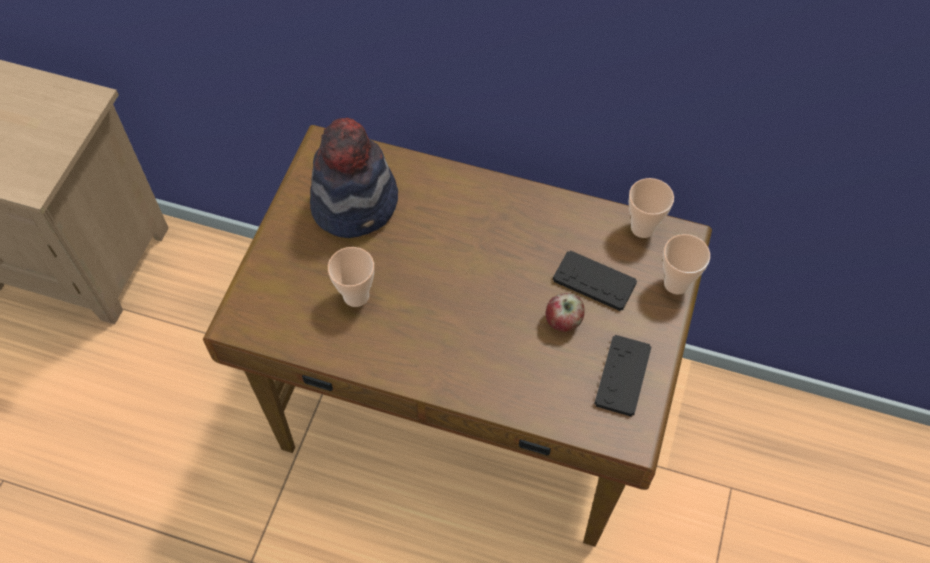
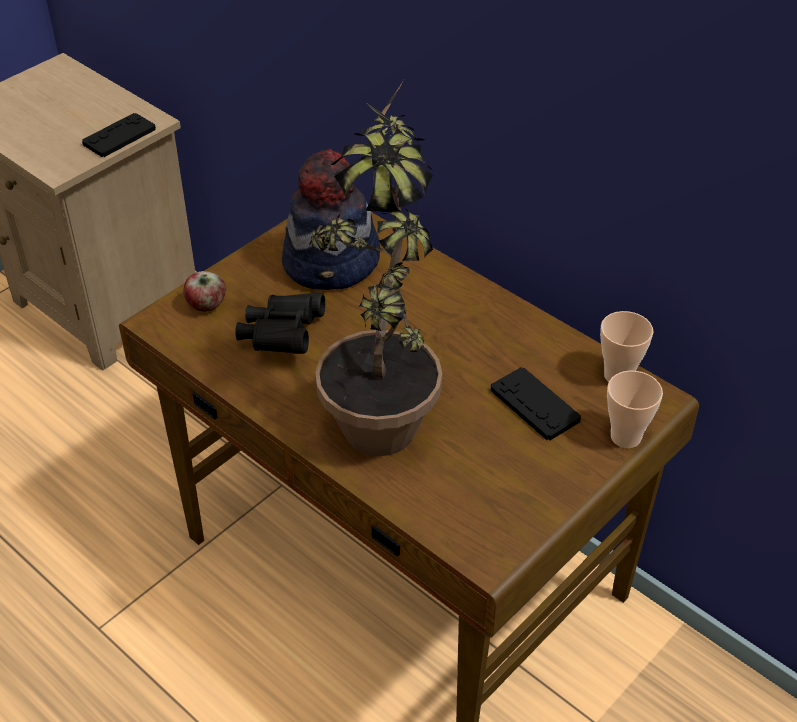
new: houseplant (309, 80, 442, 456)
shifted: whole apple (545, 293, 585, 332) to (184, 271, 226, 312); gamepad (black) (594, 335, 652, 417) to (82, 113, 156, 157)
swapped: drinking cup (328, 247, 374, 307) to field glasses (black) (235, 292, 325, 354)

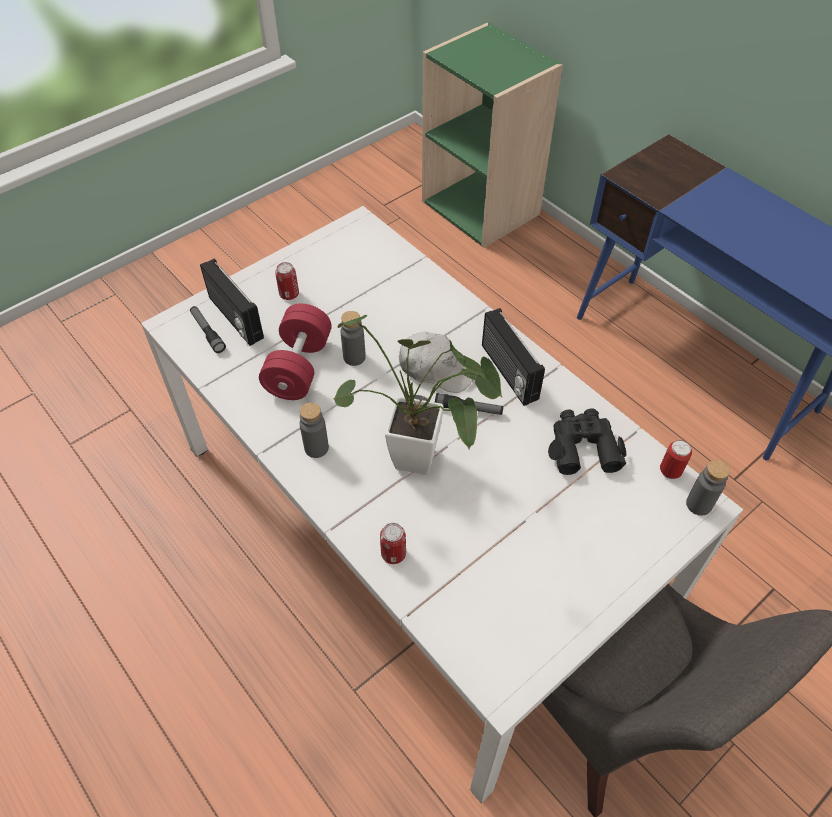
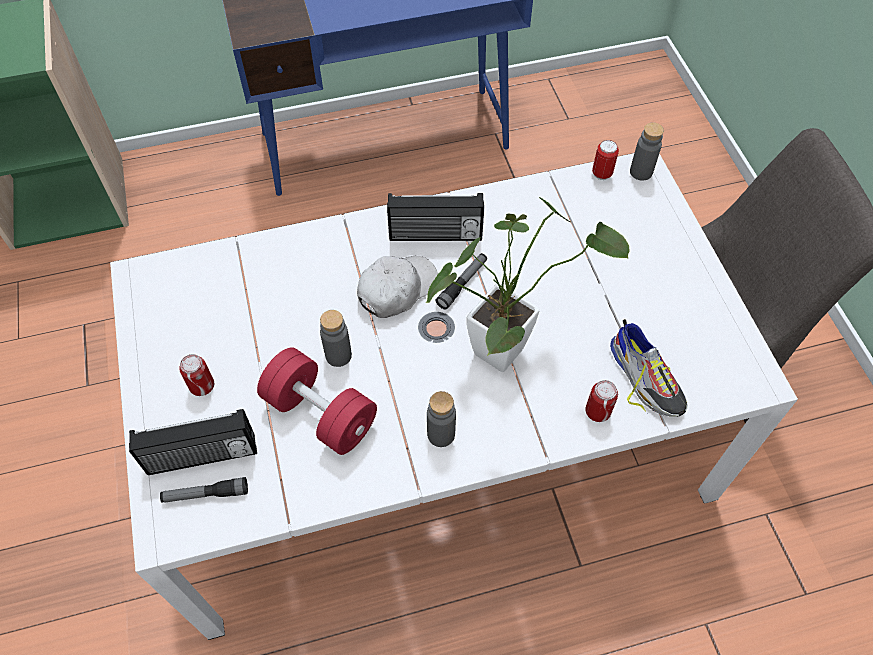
gone: field glasses (black) (548, 408, 626, 475)
new: shoe (610, 319, 688, 417)

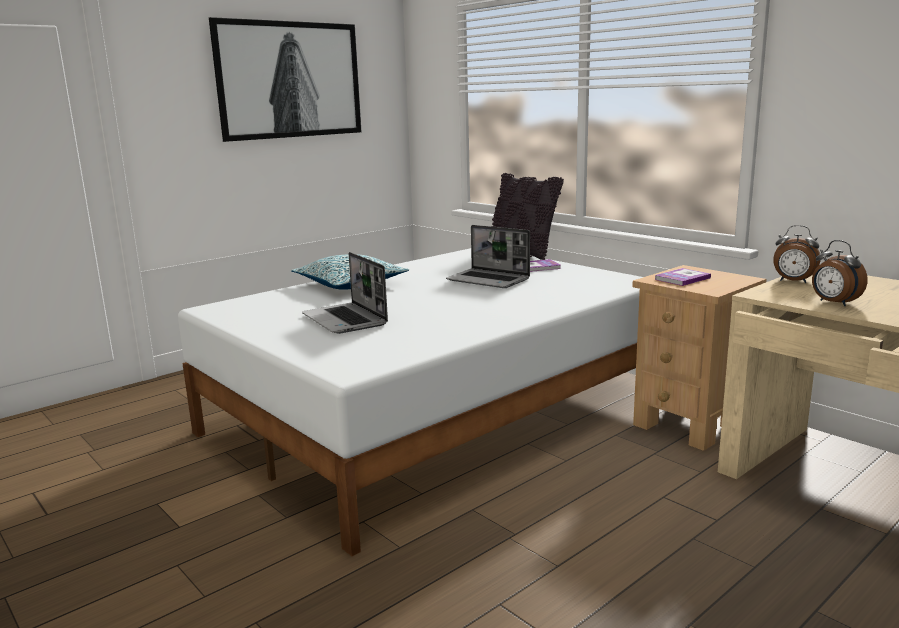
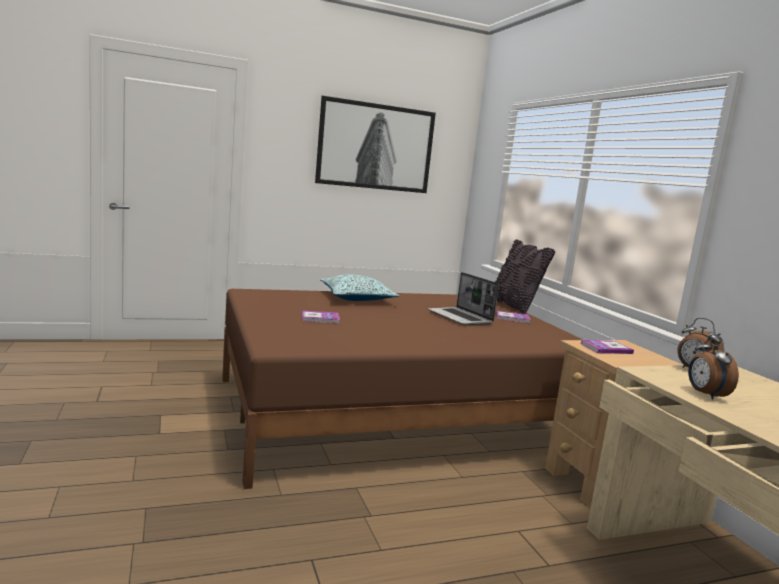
swapped: laptop (302, 252, 388, 334) to bound book (302, 310, 340, 323)
repainted: sleeping bed (white-coloured) (178, 248, 643, 556) to sleeping bed (brown-coloured) (222, 289, 583, 489)

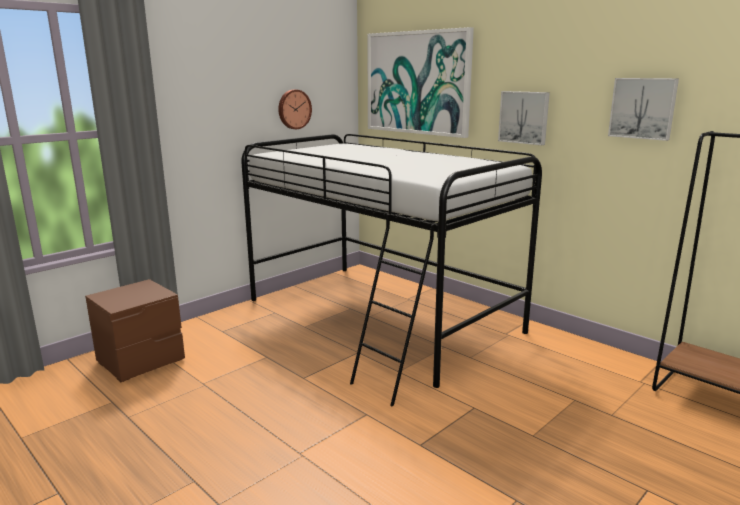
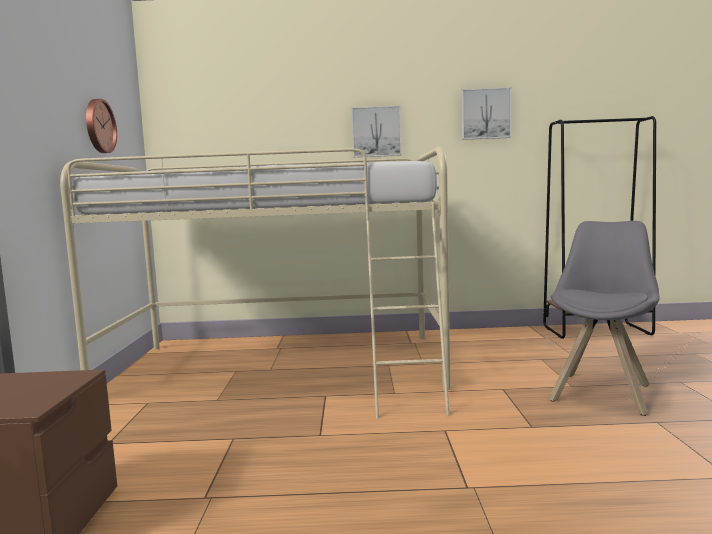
gone: wall art (367, 27, 474, 138)
new: upright chair (gray) (549, 221, 659, 416)
repainted: sleeping bed (black) (241, 134, 542, 406) to sleeping bed (beige) (60, 147, 450, 419)

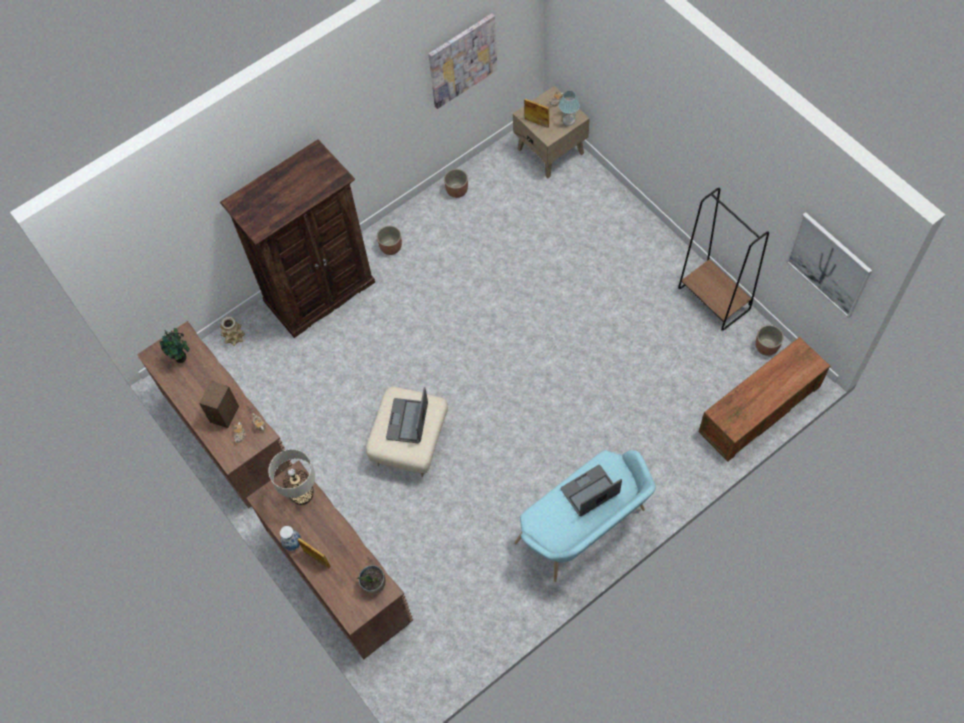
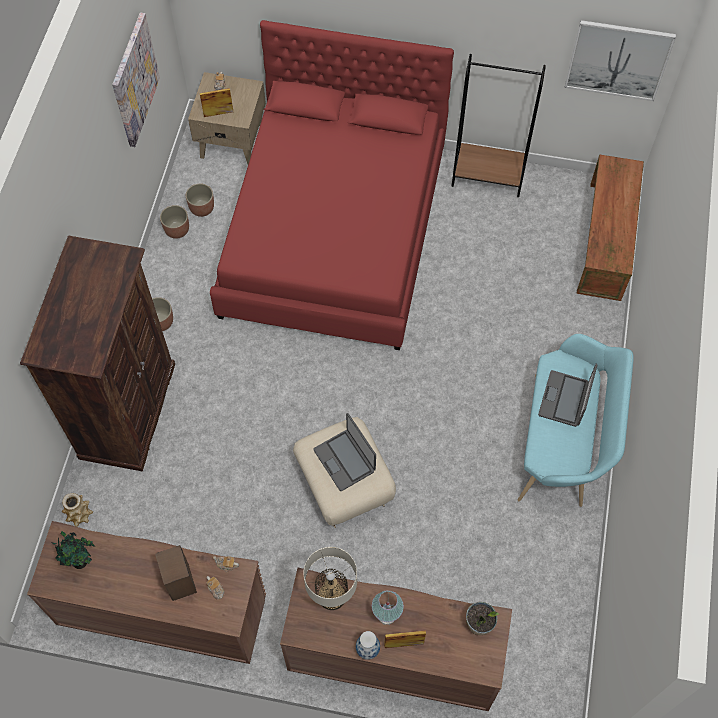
new: sleeping bed (red) (210, 20, 454, 350)
shifted: tabletop lamp (559, 91, 580, 126) to (372, 591, 404, 625); plant pot (756, 325, 784, 356) to (186, 184, 214, 217)

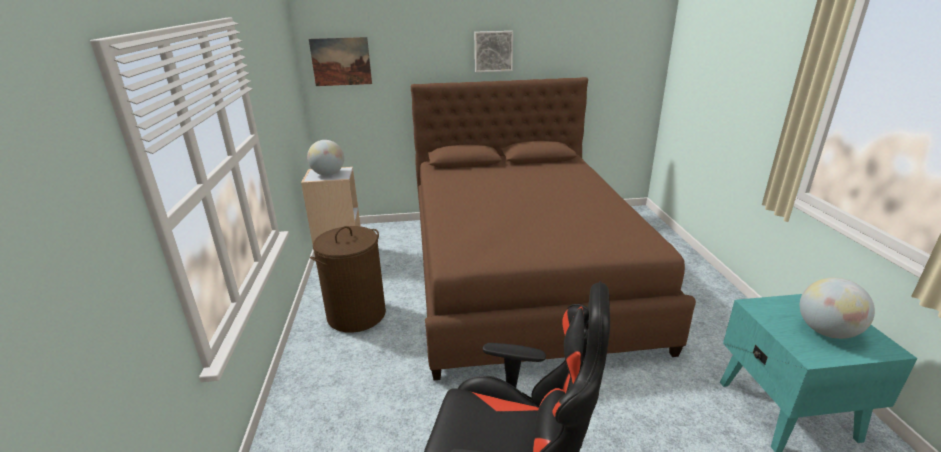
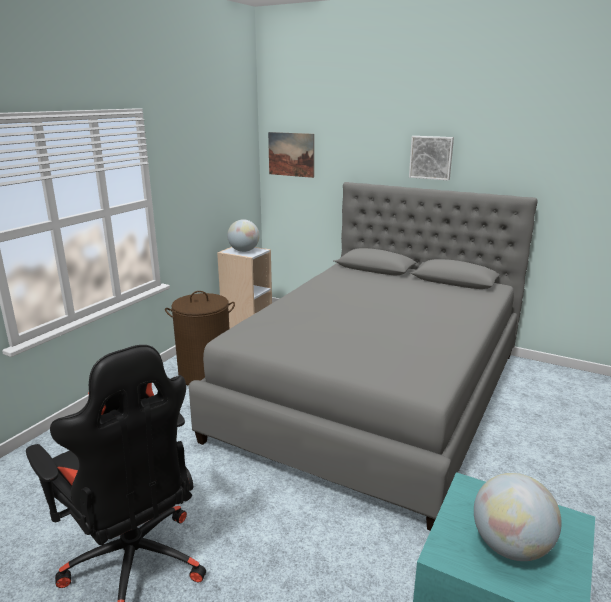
repainted: sleeping bed (brown-coloured) (411, 77, 696, 381) to sleeping bed (gray) (189, 182, 538, 531)

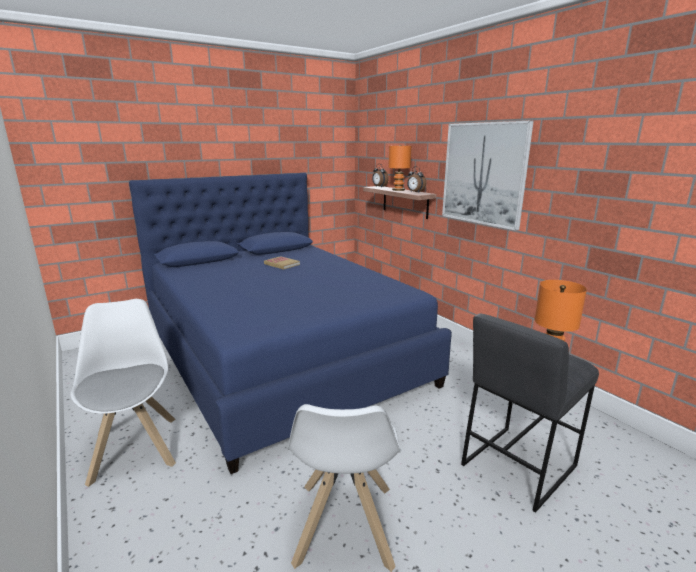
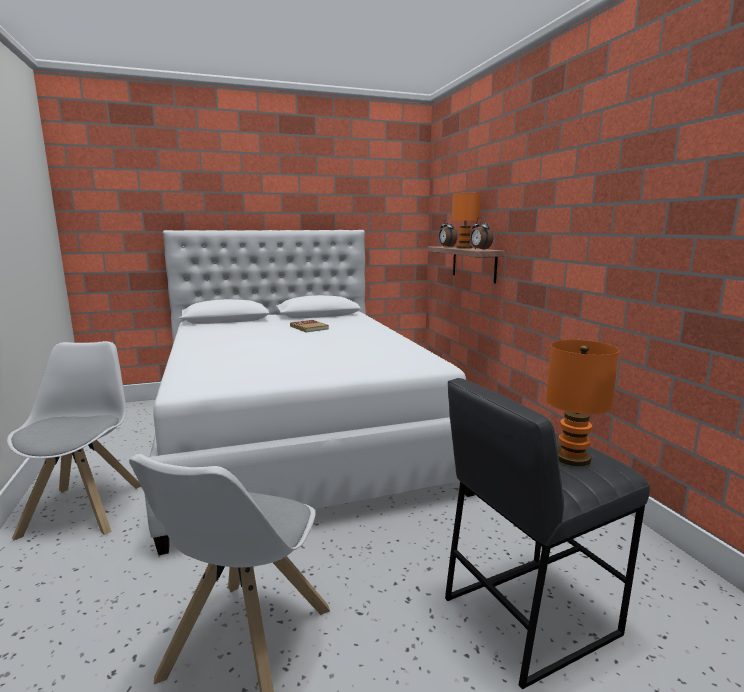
gone: wall art (442, 121, 534, 231)
repainted: sleeping bed (blue-coloured) (129, 173, 452, 474) to sleeping bed (white-coloured) (145, 230, 475, 555)

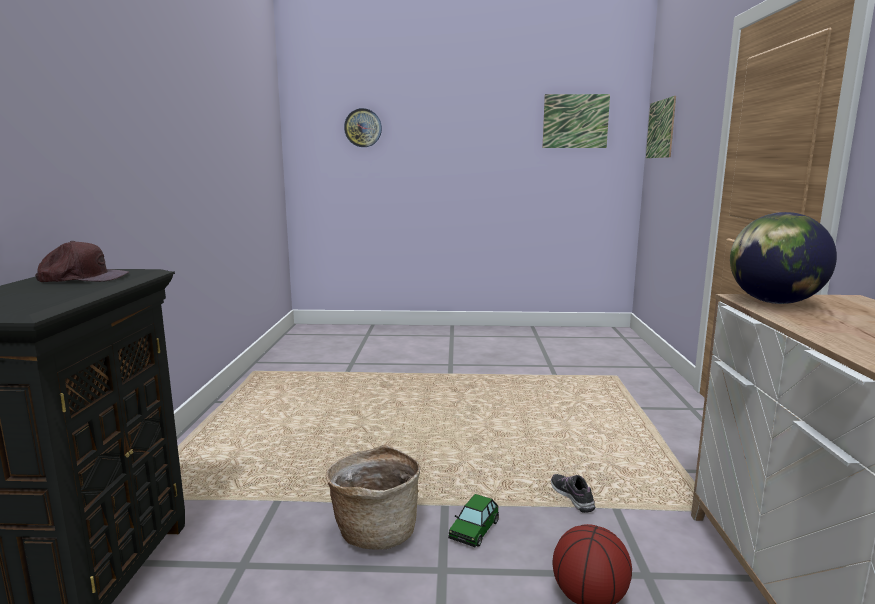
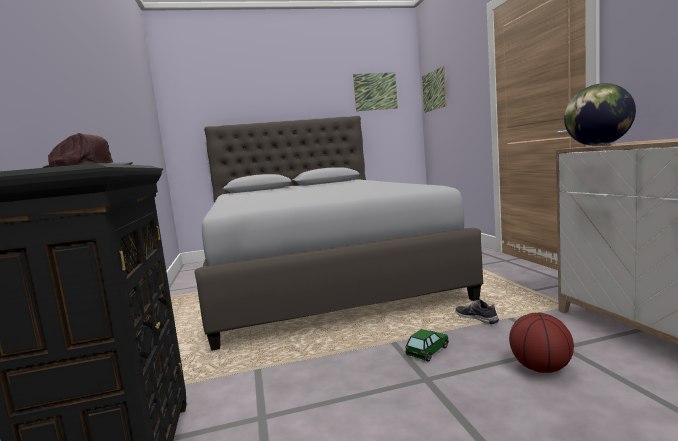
gone: storage basket (326, 445, 420, 550); wall clock (344, 108, 382, 147)
new: sleeping bed (gray) (195, 116, 483, 351)
rotated: toy car (448, 494, 499, 547) = (405, 329, 449, 362) 150 degrees counterclockwise

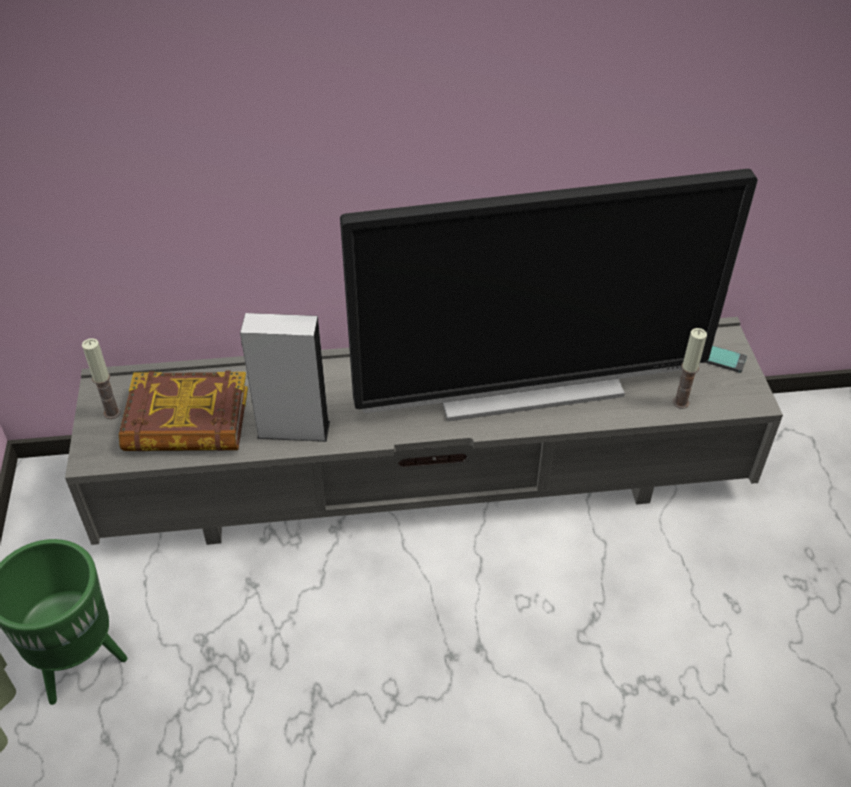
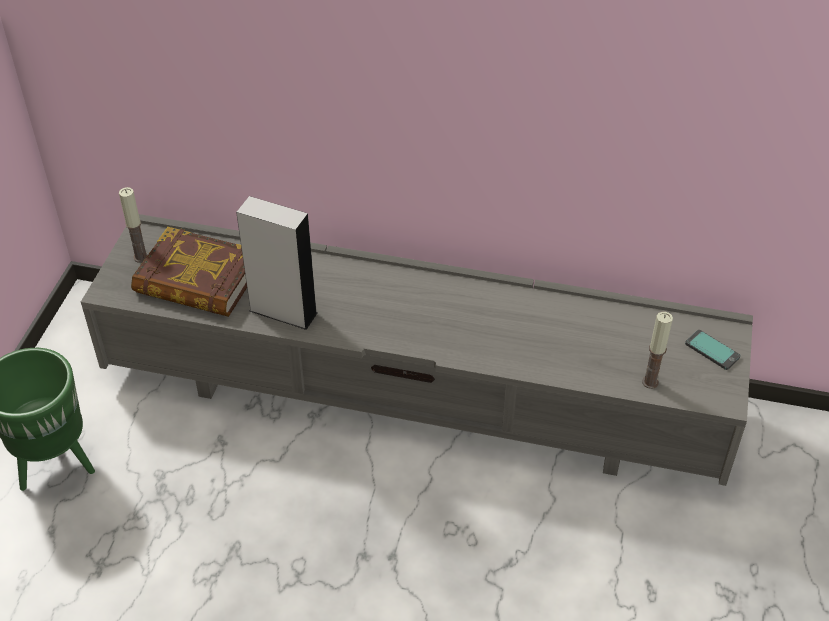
gone: television (340, 169, 758, 421)

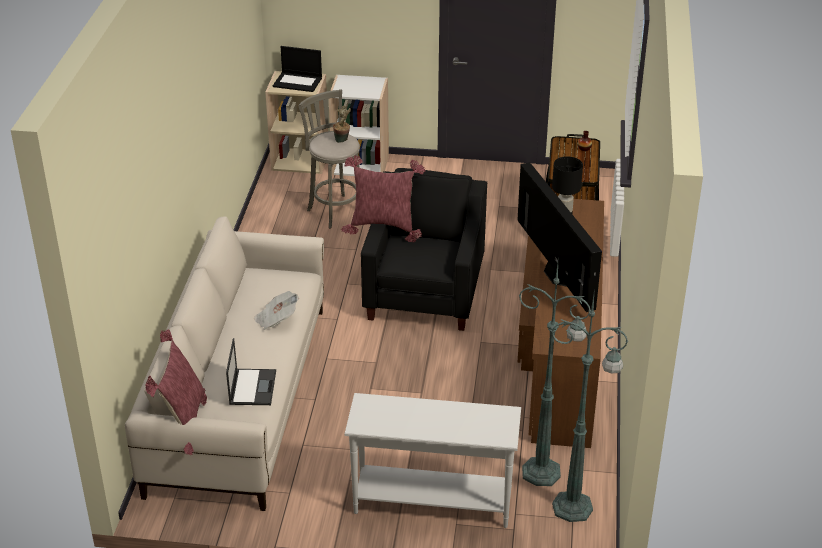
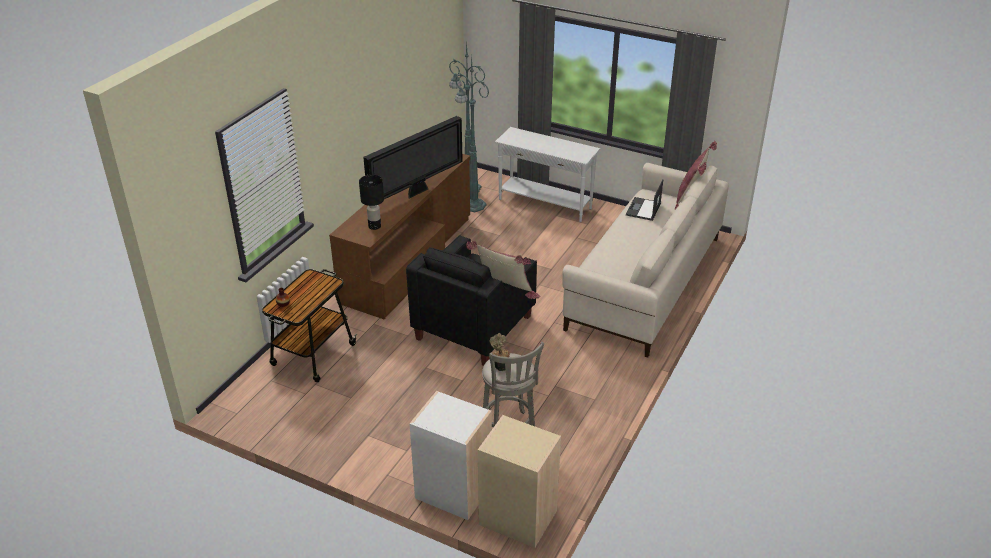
gone: printed paper (254, 291, 299, 330); laptop (273, 46, 322, 92)
rotated: television (517, 162, 602, 312) = (363, 116, 463, 199) 135 degrees counterclockwise

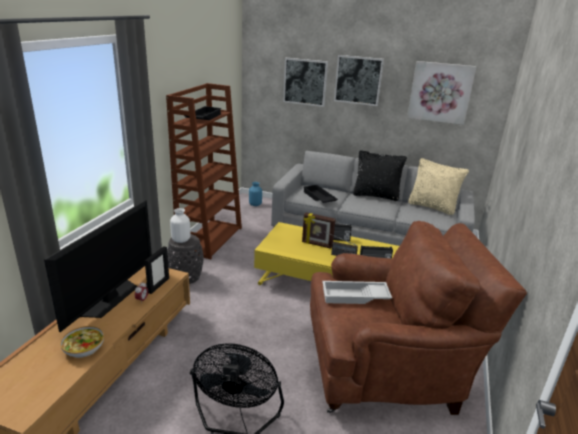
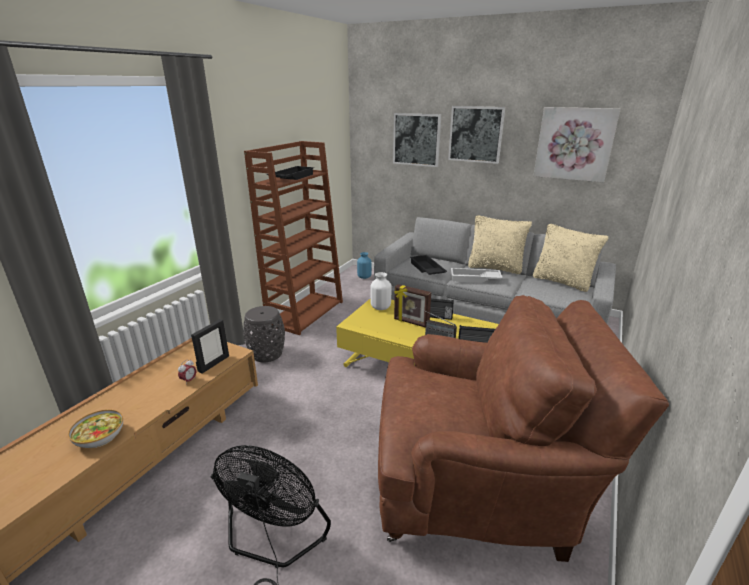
gone: television (44, 200, 152, 332)
shifted: vase (white-coloured) (170, 208, 190, 243) to (370, 272, 391, 310); serving tray (white-coloured) (322, 281, 392, 304) to (451, 268, 502, 283)
repainted: pillow (black) (353, 150, 407, 201) to pillow (beige) (468, 215, 532, 274)

